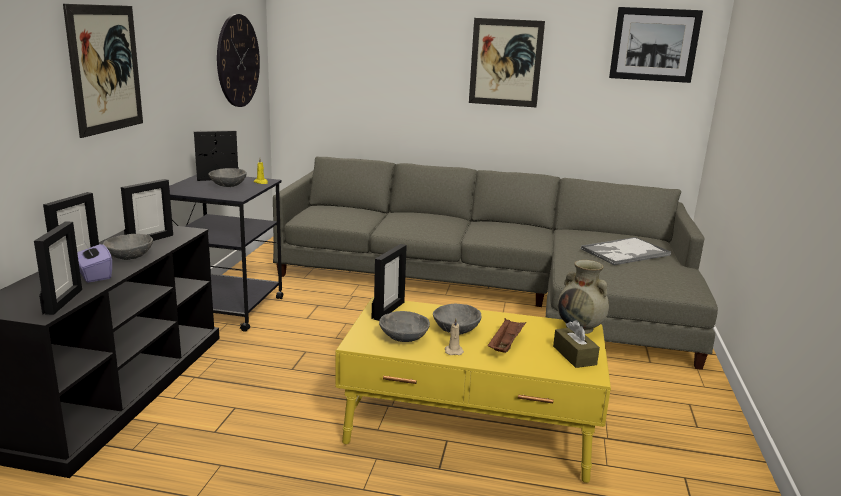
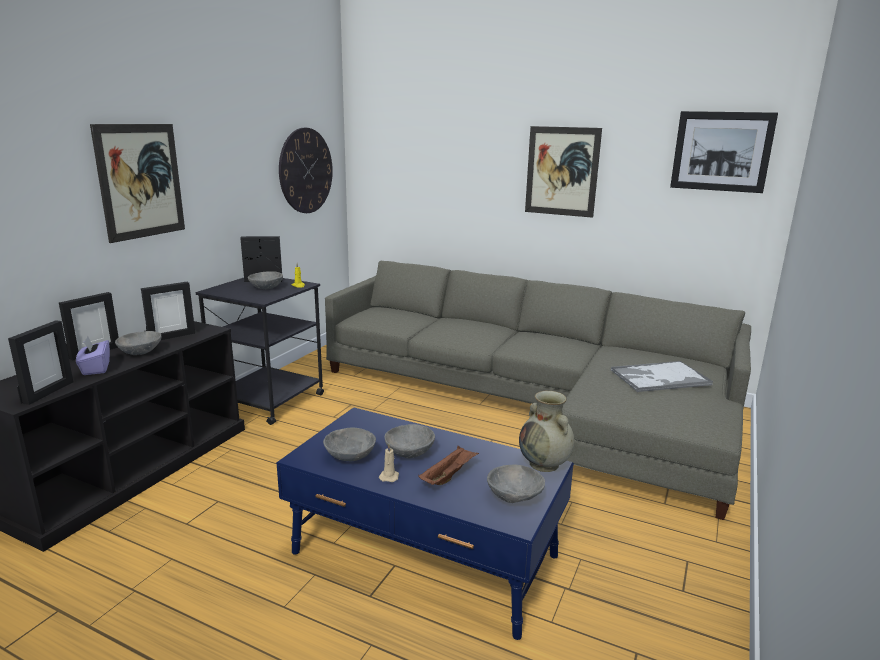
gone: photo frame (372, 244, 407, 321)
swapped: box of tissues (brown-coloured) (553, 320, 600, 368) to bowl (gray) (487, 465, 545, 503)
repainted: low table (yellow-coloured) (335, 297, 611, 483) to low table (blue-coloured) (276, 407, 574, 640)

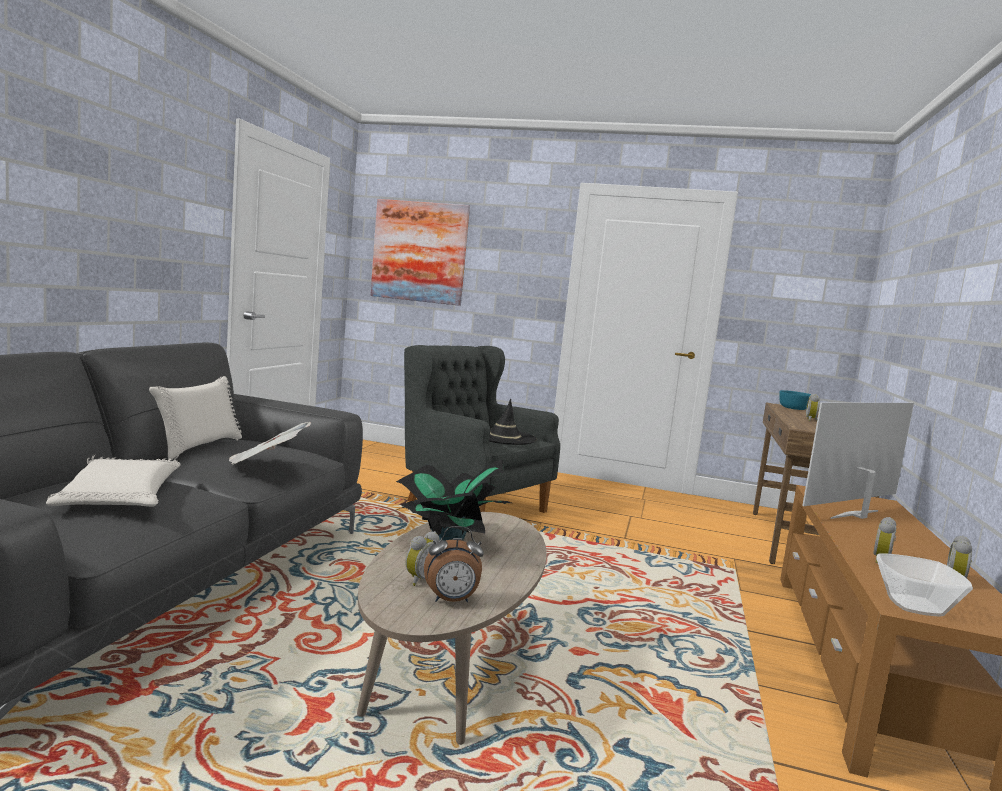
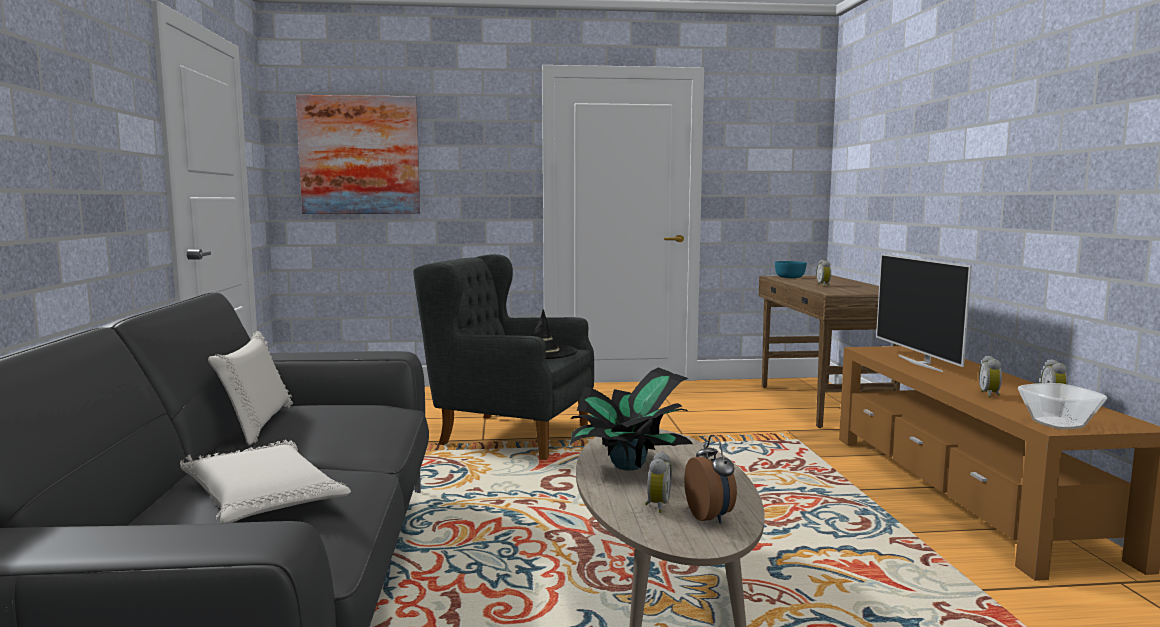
gone: printed paper (229, 422, 311, 465)
rotated: bedside clock (424, 526, 484, 602) = (684, 435, 737, 524) 75 degrees counterclockwise; television (802, 403, 914, 519) = (876, 254, 972, 372) 45 degrees counterclockwise

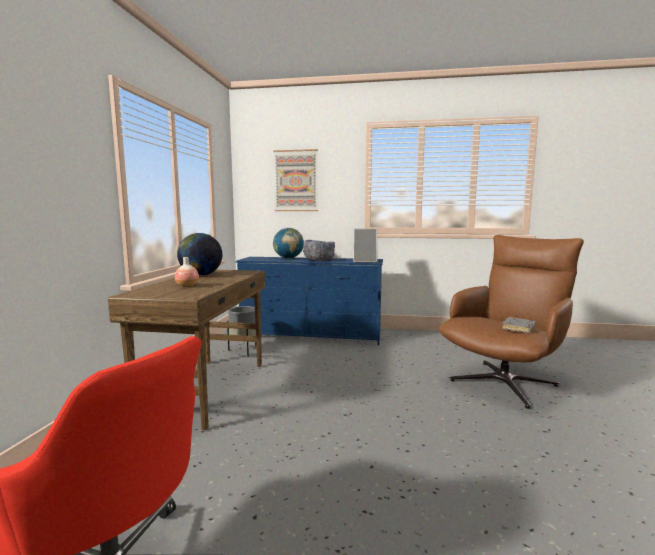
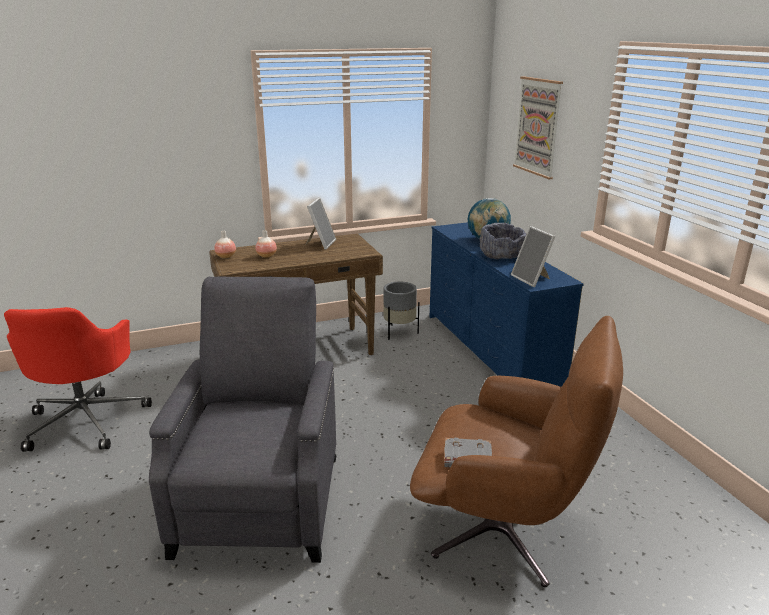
new: easy chair (gray) (149, 277, 336, 563); vase (214, 231, 236, 259)
swapped: desk globe (177, 233, 222, 276) to photo frame (305, 198, 336, 249)

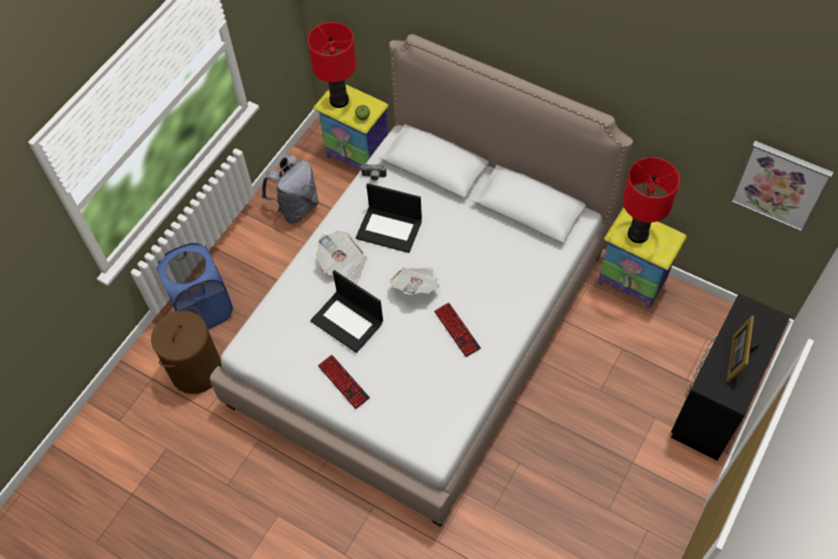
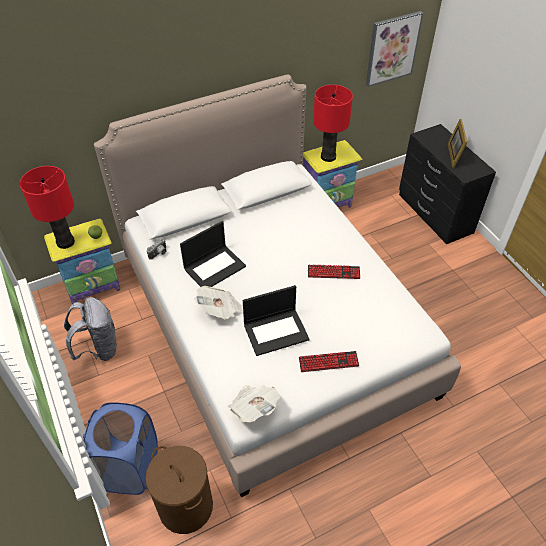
shifted: printed paper (390, 268, 440, 295) to (228, 385, 281, 422)
rotated: photo frame (727, 316, 759, 383) = (448, 119, 467, 168) 45 degrees clockwise

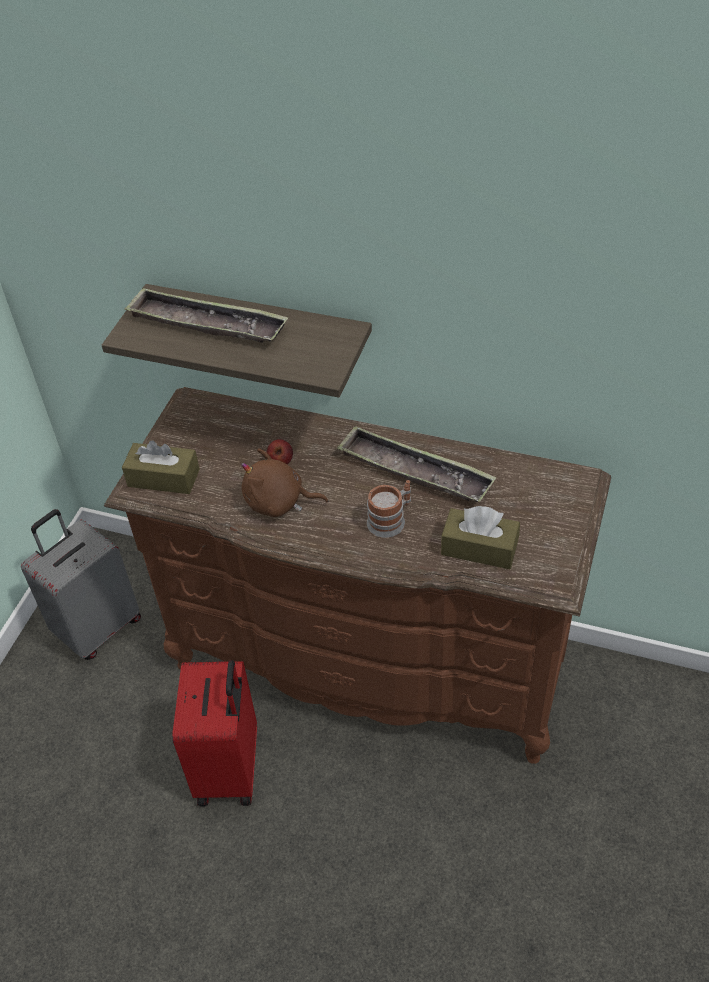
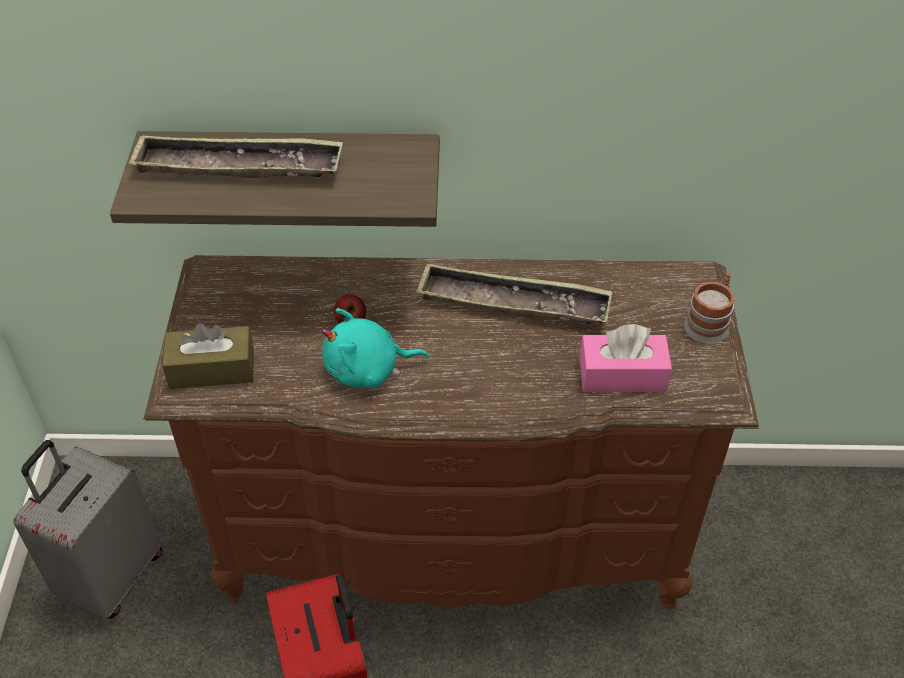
shifted: tea mug (367, 480, 411, 538) to (684, 272, 734, 344)
repainted: plush toy (brown-coloured) (241, 448, 328, 517) to plush toy (turquoise) (322, 308, 429, 388); box of tissues (brown-coloured) (441, 506, 520, 569) to box of tissues (pink-coloured) (579, 324, 672, 392)

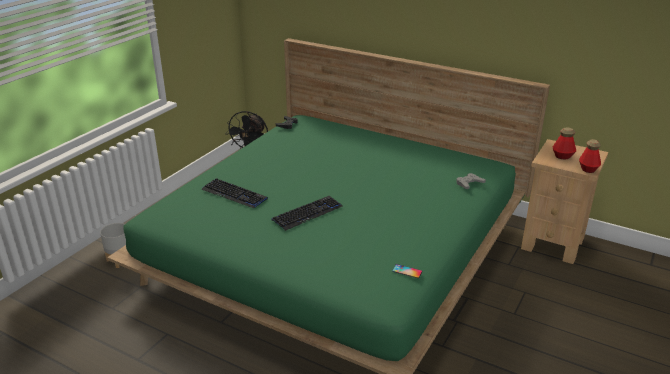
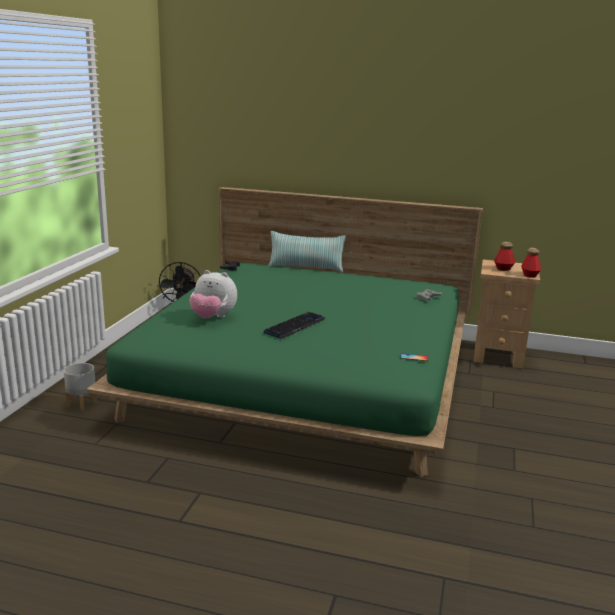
new: pillow (268, 231, 346, 272)
swapped: keyboard (201, 178, 268, 208) to plush toy (189, 270, 237, 319)

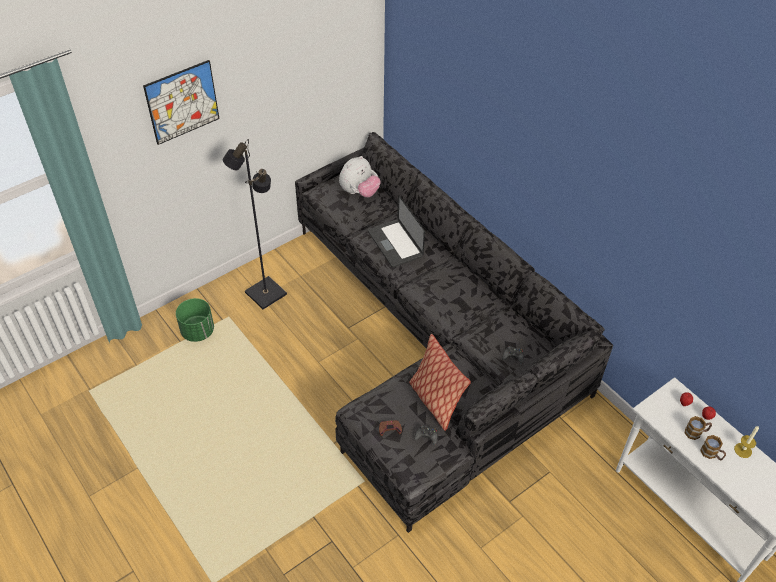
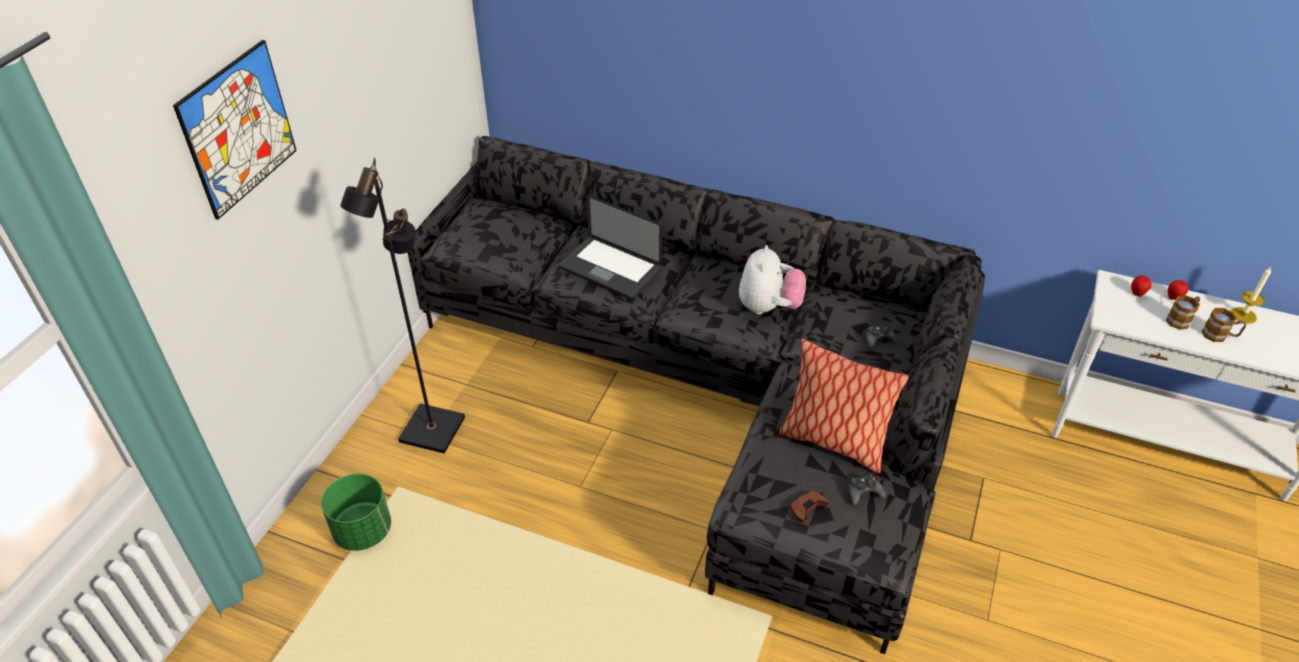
shifted: plush toy (339, 156, 381, 197) to (739, 245, 806, 314)

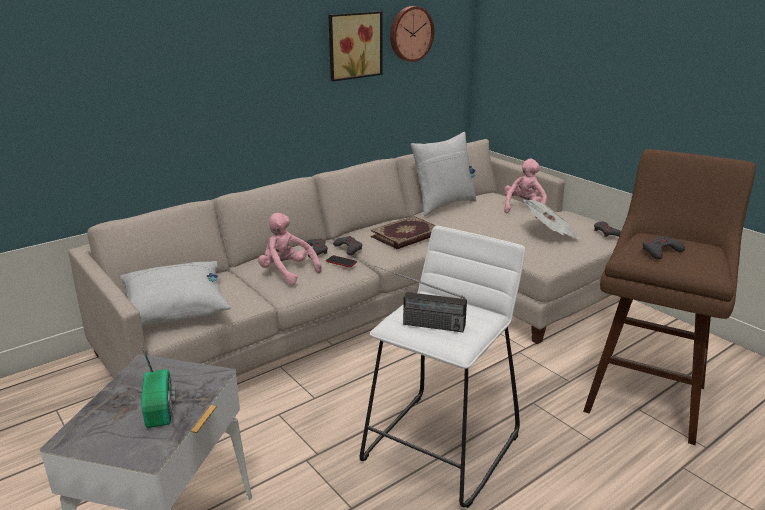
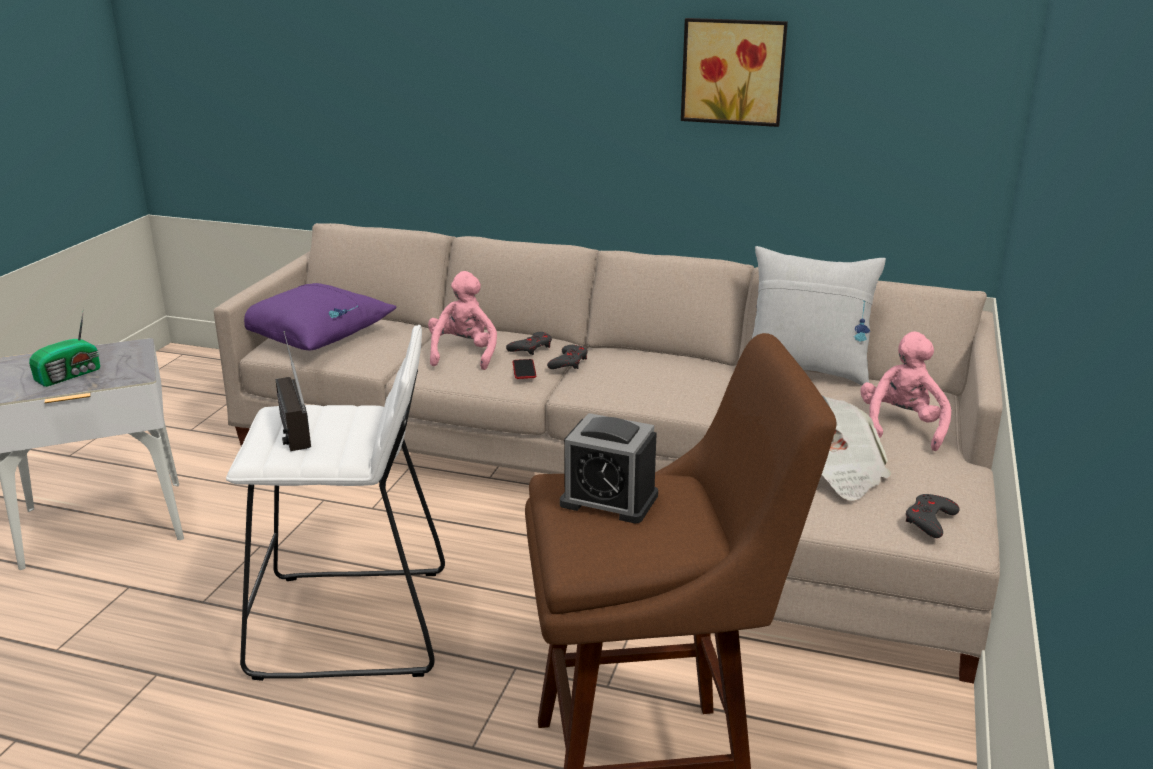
gone: bound book (371, 216, 436, 249); wall clock (390, 6, 434, 62)
swapped: gamepad (gray) (643, 236, 685, 260) to bedside clock (560, 413, 658, 523)
repainted: pillow (gray) (120, 261, 230, 325) to pillow (purplish) (244, 283, 397, 350)
rotated: plush toy (pink-coloured) (504, 158, 547, 218) = (860, 331, 951, 451) 60 degrees counterclockwise

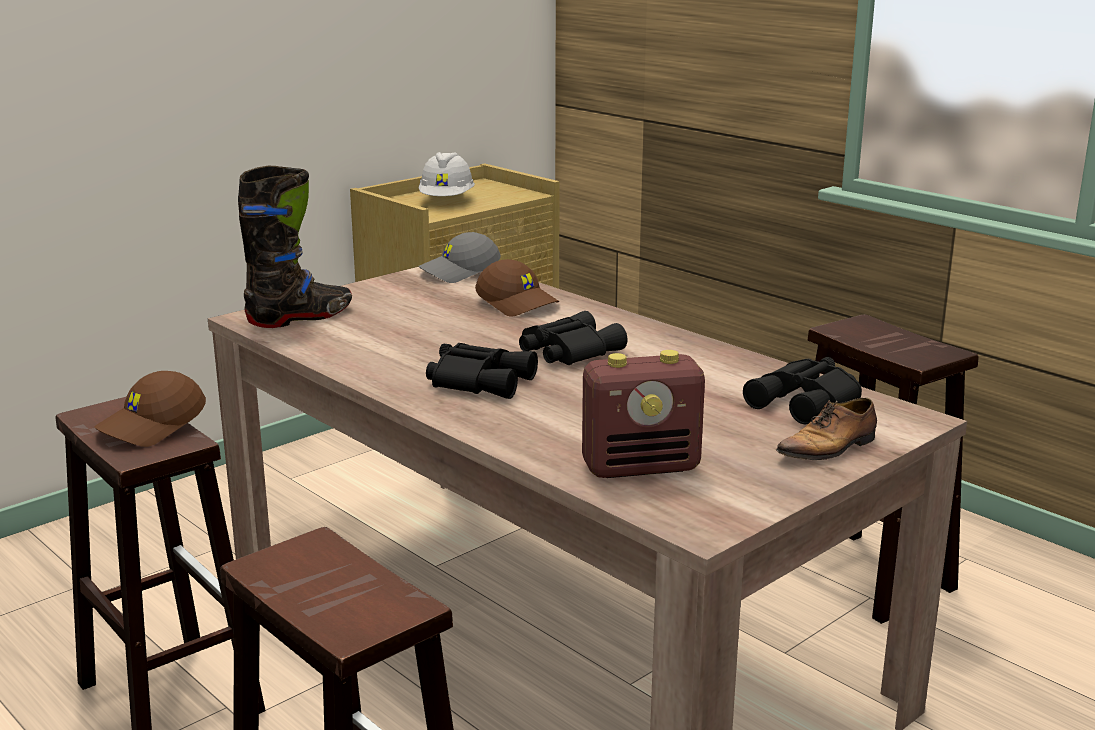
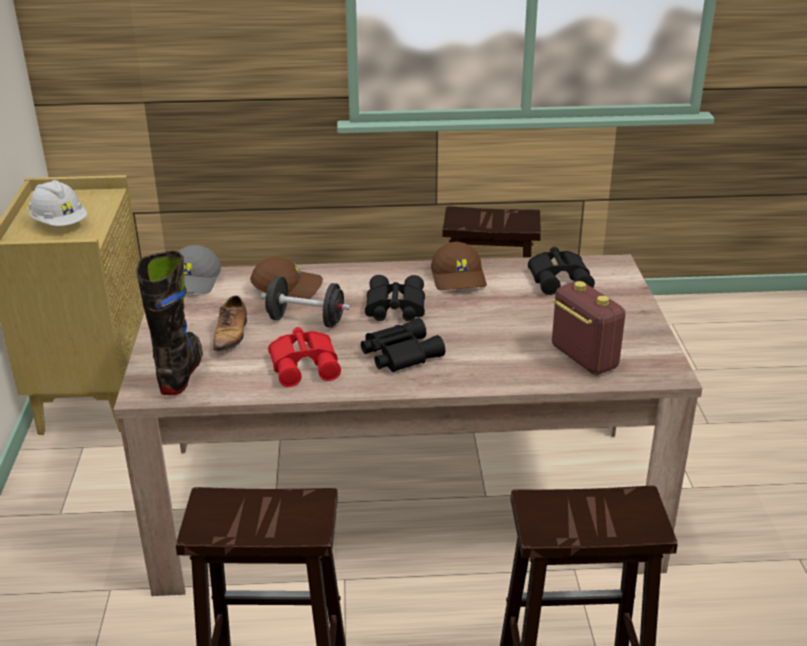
new: free weight (black) (261, 276, 350, 328); field glasses (red) (268, 327, 341, 387)
shifted: baseball cap (brown-coloured) (94, 371, 206, 447) to (431, 242, 487, 290); shoe (776, 398, 877, 460) to (213, 295, 247, 352)
rotated: radio (582, 350, 705, 478) = (552, 281, 625, 375) 60 degrees counterclockwise

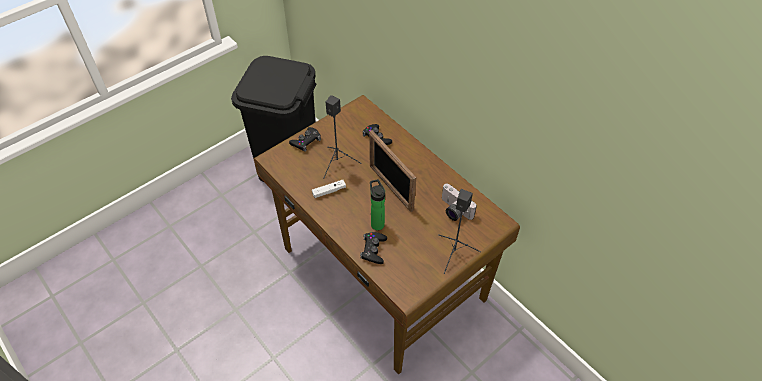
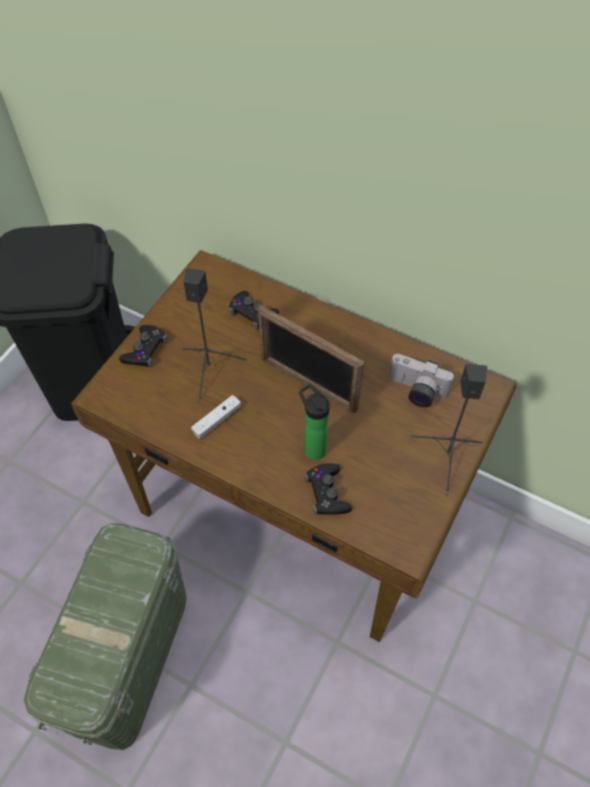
new: storage container (green-coloured) (23, 523, 187, 750)

